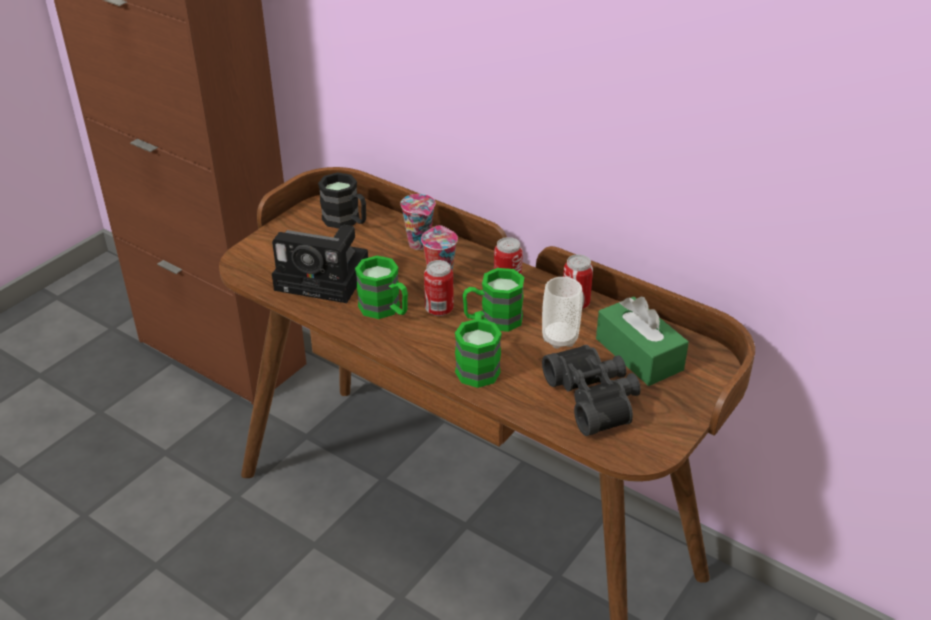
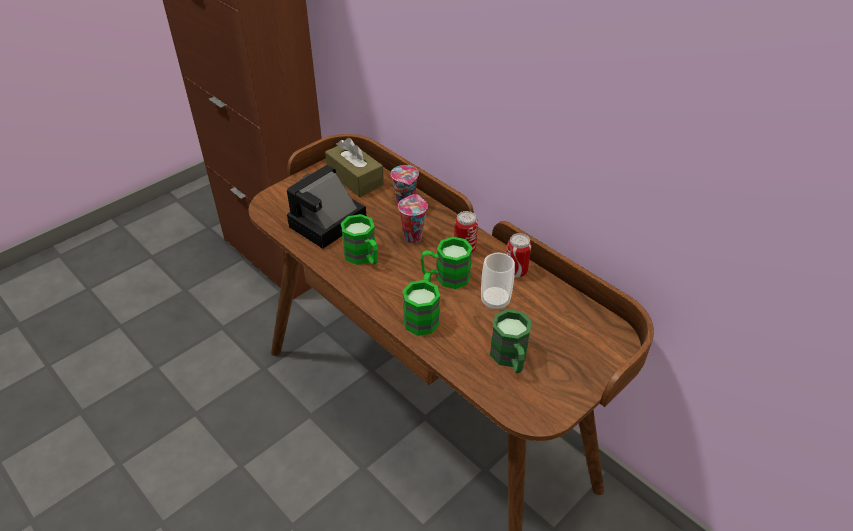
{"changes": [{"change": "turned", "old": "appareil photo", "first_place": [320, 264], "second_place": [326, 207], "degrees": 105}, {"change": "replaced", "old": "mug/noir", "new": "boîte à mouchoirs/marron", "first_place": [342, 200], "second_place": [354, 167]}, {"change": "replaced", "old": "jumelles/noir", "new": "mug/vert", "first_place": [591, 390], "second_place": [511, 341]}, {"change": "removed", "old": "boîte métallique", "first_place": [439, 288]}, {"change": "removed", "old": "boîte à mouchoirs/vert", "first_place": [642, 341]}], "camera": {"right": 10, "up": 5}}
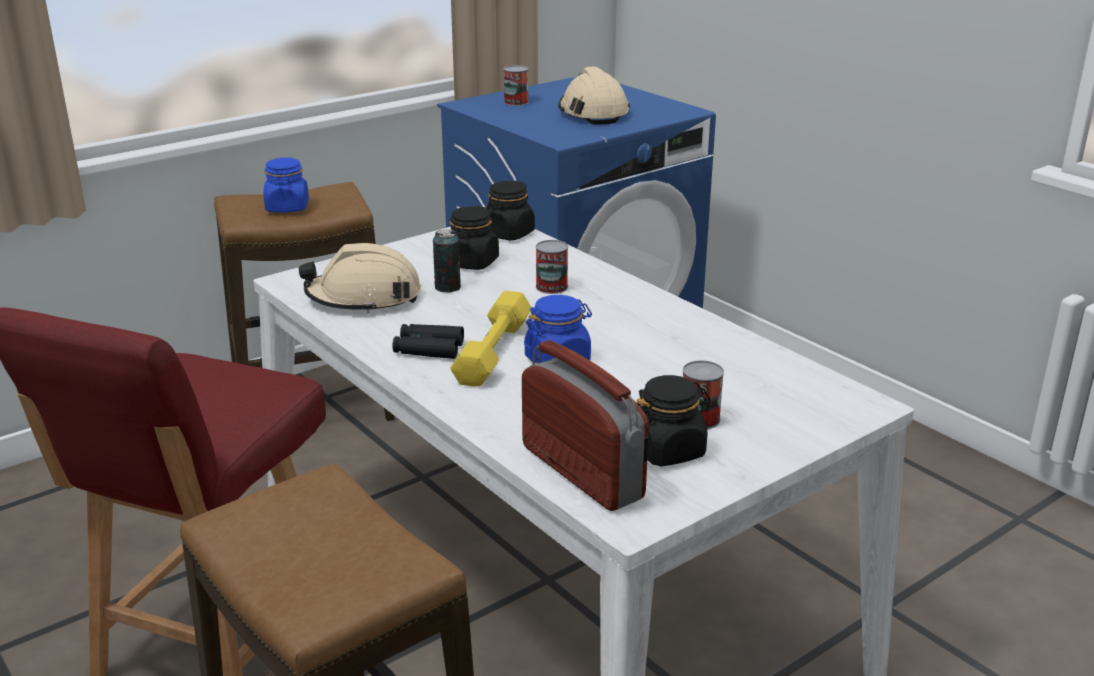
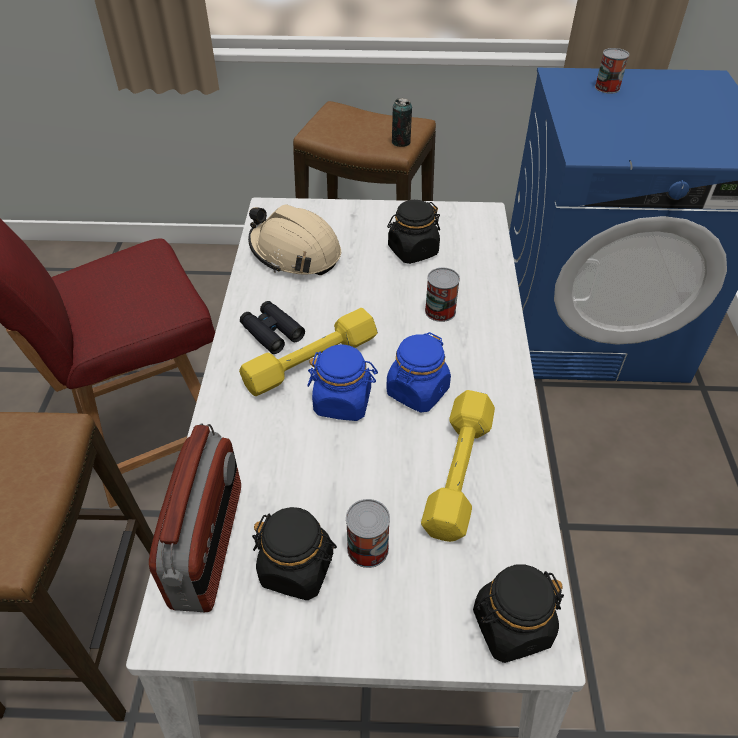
{"changes": [{"change": "moved", "old": "bocal/bleu", "first_place": [286, 184], "second_place": [418, 372]}, {"change": "moved", "old": "boîte métallique", "first_place": [447, 261], "second_place": [402, 122]}, {"change": "added", "new": "haltère/jaune", "second_place": [458, 466]}, {"change": "moved", "old": "bocal/noir", "first_place": [510, 210], "second_place": [518, 613]}, {"change": "removed", "old": "casque de chantier/beige", "first_place": [594, 96]}], "camera": {"right": 40, "up": 20}}
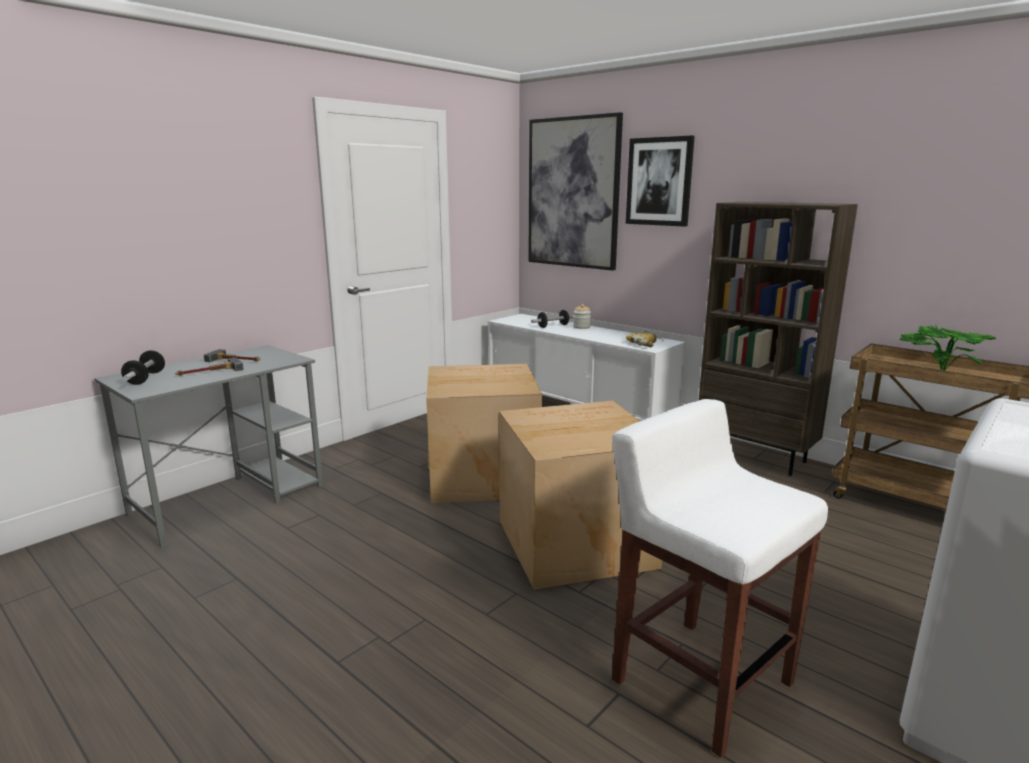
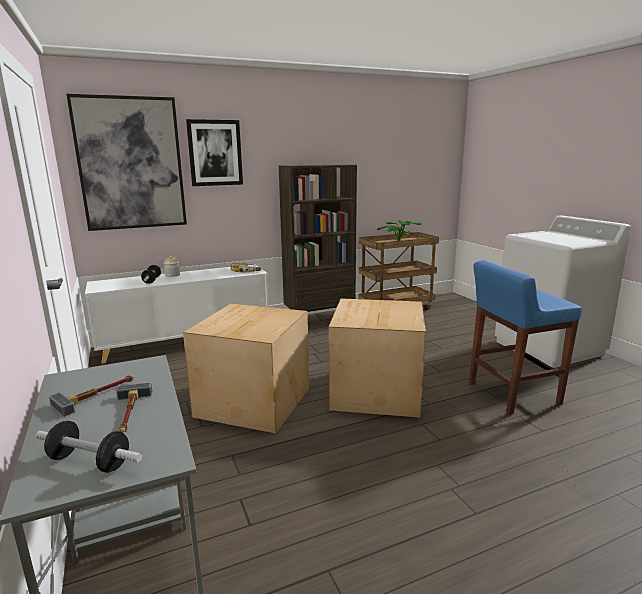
{"changes": [{"change": "recoloured", "old": "tabouret/blanc", "new": "tabouret/bleu", "first_place": [720, 578], "second_place": [525, 337]}], "camera": {"right": -65, "up": 0}}
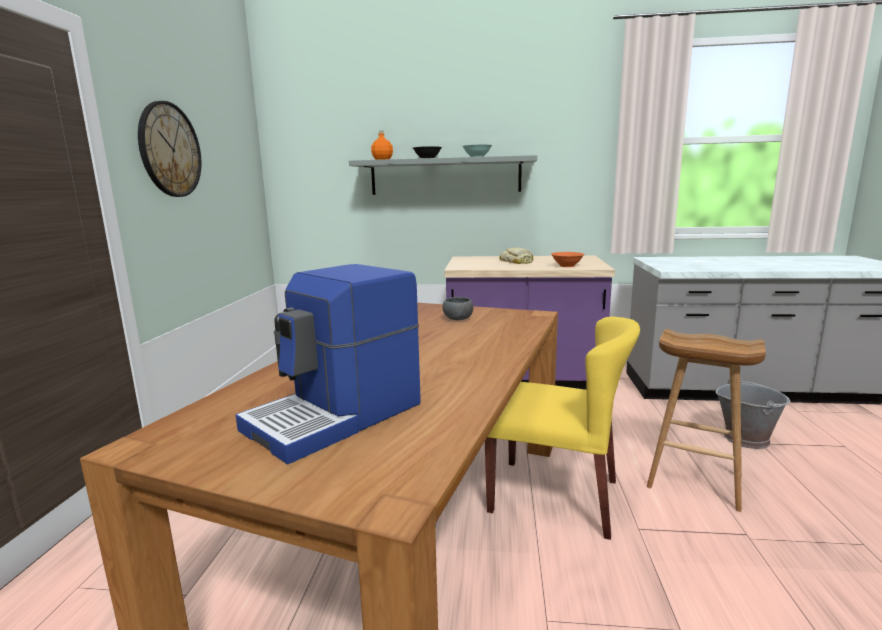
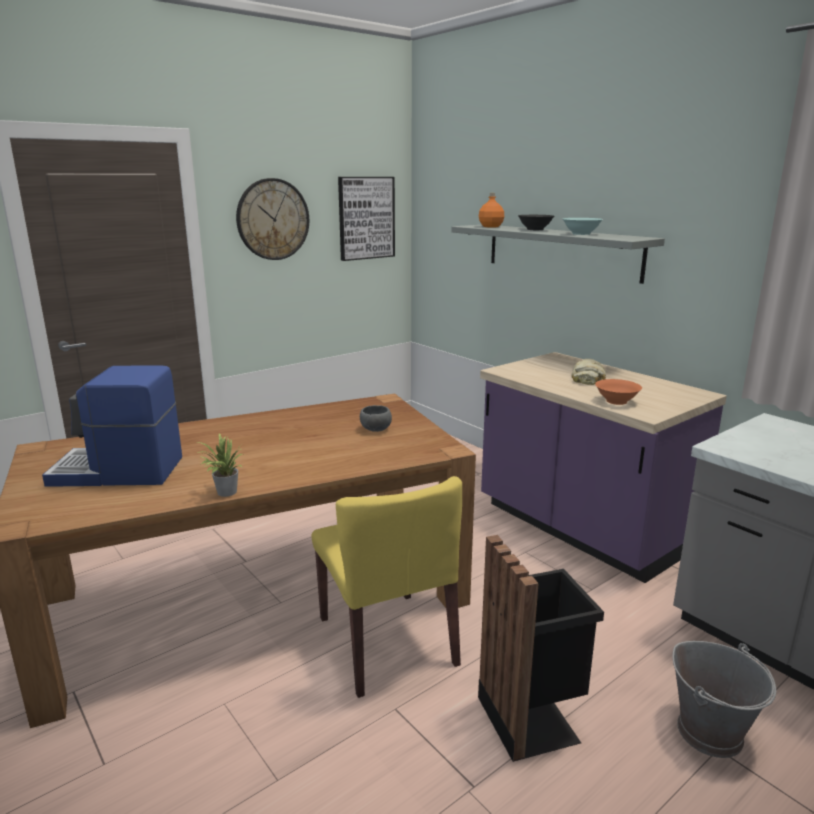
{"changes": [{"change": "added", "new": "plante en pot", "second_place": [219, 465]}, {"change": "added", "new": "tableau", "second_place": [366, 219]}, {"change": "replaced", "old": "tabouret/marron", "new": "poubelle/noir", "first_place": [706, 420], "second_place": [541, 648]}], "camera": {"right": 45, "up": 5}}
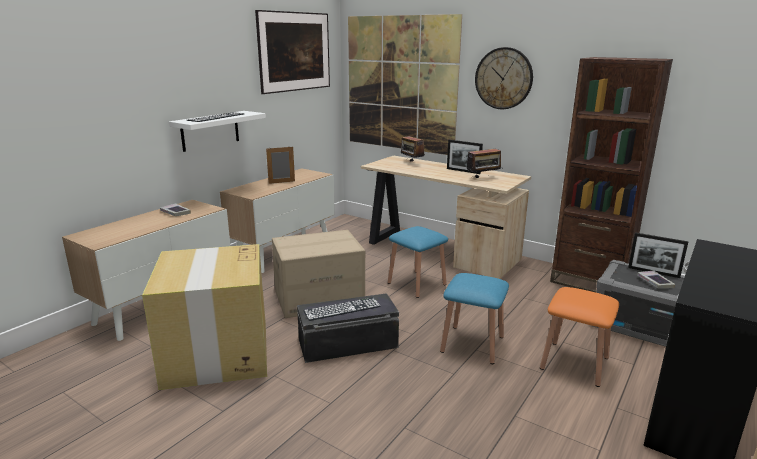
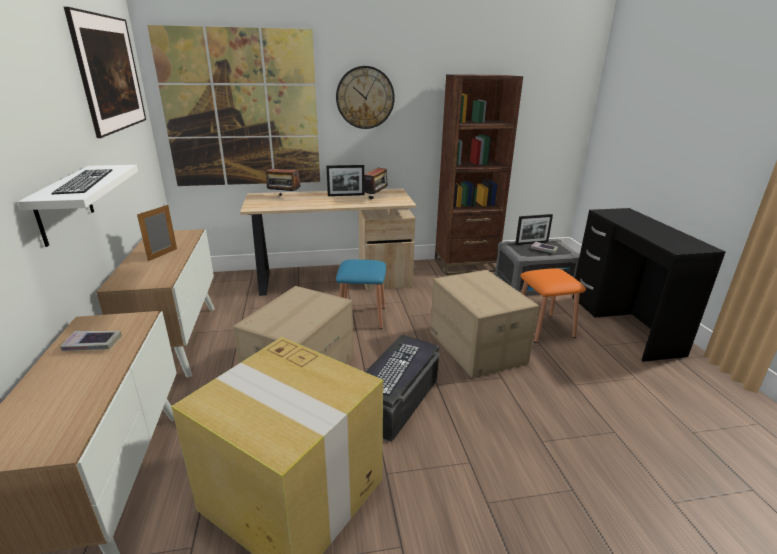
{"changes": [{"change": "replaced", "old": "tabouret/bleu", "new": "carton", "first_place": [474, 318], "second_place": [484, 324]}], "camera": {"right": -45, "up": 5}}
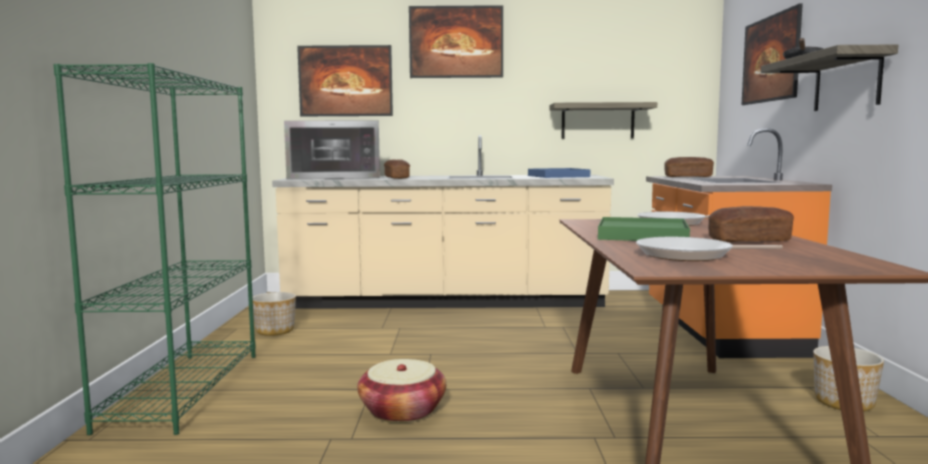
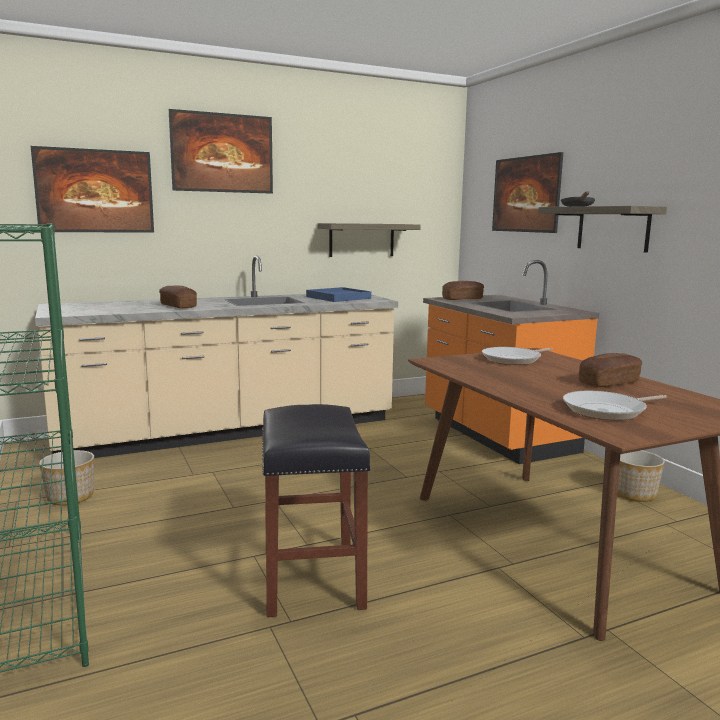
{"changes": [{"change": "replaced", "old": "panier", "new": "tabouret/noir", "first_place": [401, 391], "second_place": [316, 510]}, {"change": "removed", "old": "micro-ondes", "first_place": [332, 150]}, {"change": "removed", "old": "plateau/vert", "first_place": [644, 229]}], "camera": {"right": -25, "up": 5}}
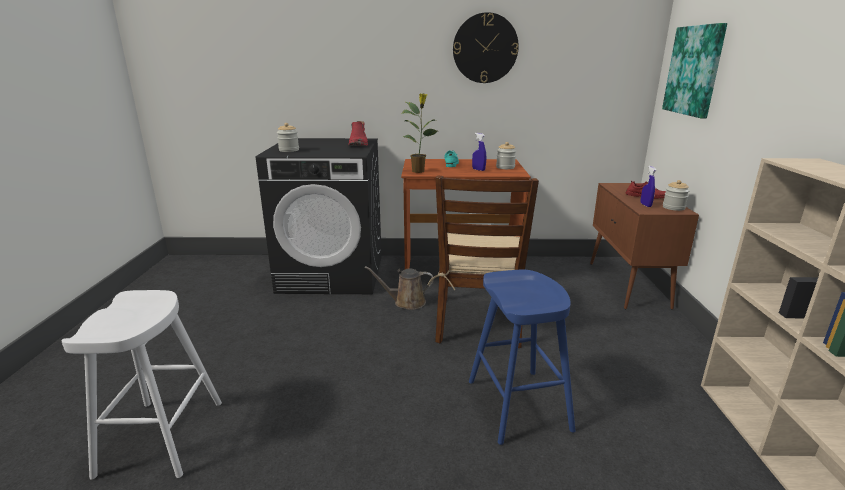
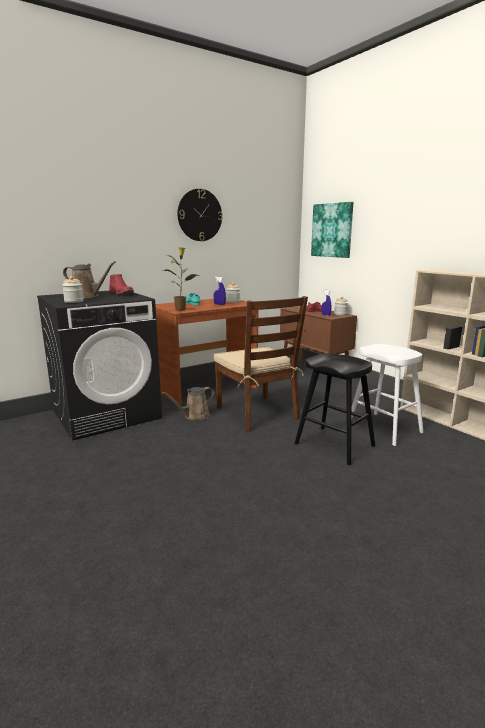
{"changes": [{"change": "added", "new": "arrosoir/marron", "second_place": [89, 279]}, {"change": "recoloured", "old": "tabouret/bleu", "new": "tabouret/noir", "first_place": [522, 357], "second_place": [335, 409]}, {"change": "moved", "old": "tabouret/blanc", "first_place": [142, 385], "second_place": [385, 395]}], "camera": {"right": -35, "up": -5}}
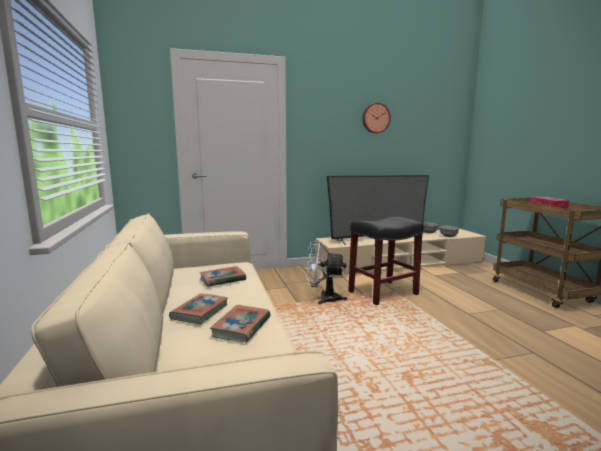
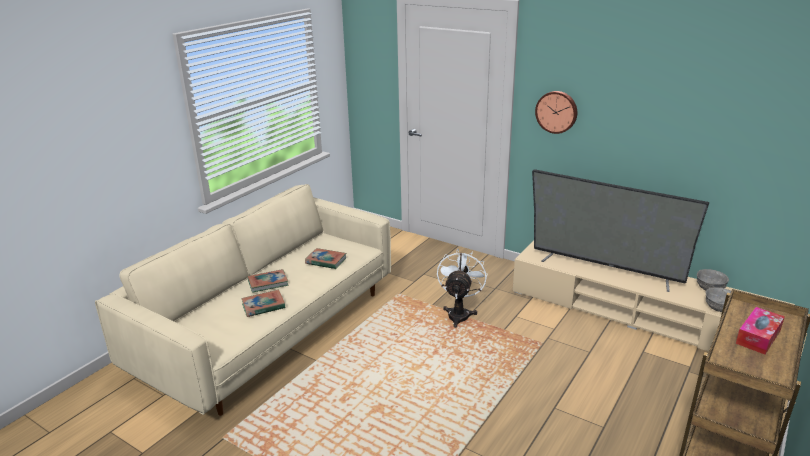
{"changes": [{"change": "turned", "old": "ventilateur/blanc", "first_place": [326, 272], "second_place": [462, 288], "degrees": 45}, {"change": "moved", "old": "horloge murale", "first_place": [376, 118], "second_place": [556, 112]}, {"change": "removed", "old": "tabouret/noir", "first_place": [386, 261]}], "camera": {"right": 50, "up": 15}}
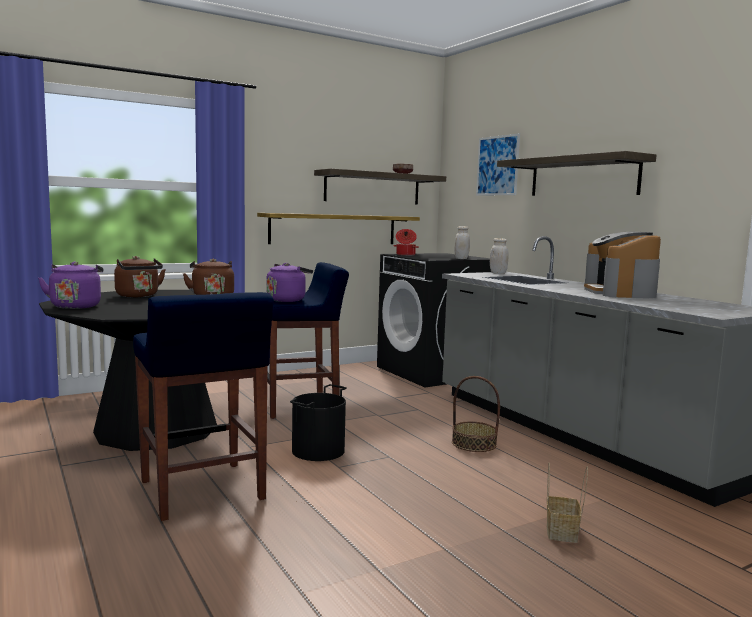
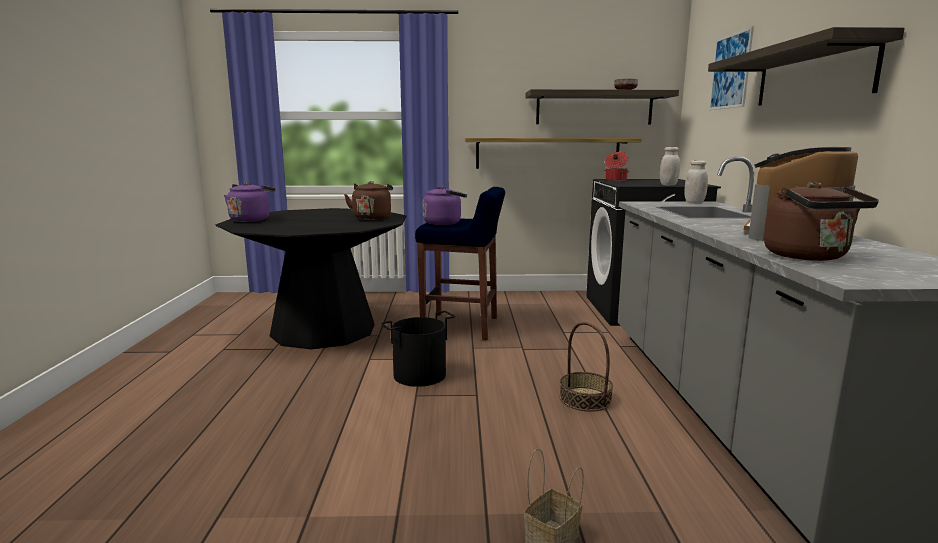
{"changes": [{"change": "moved", "old": "bouilloire/marron", "first_place": [140, 276], "second_place": [821, 221]}, {"change": "removed", "old": "tabouret/bleu", "first_place": [203, 406]}], "camera": {"right": 30, "up": 5}}
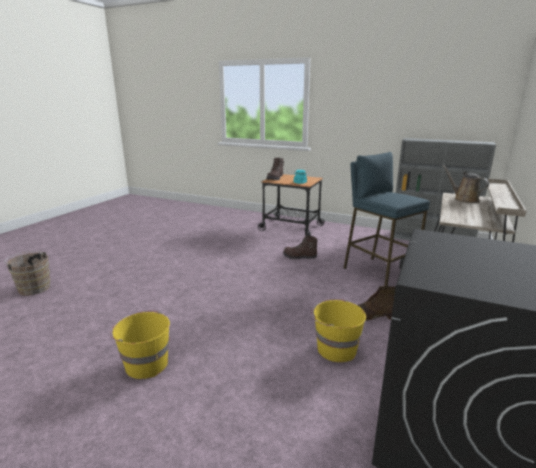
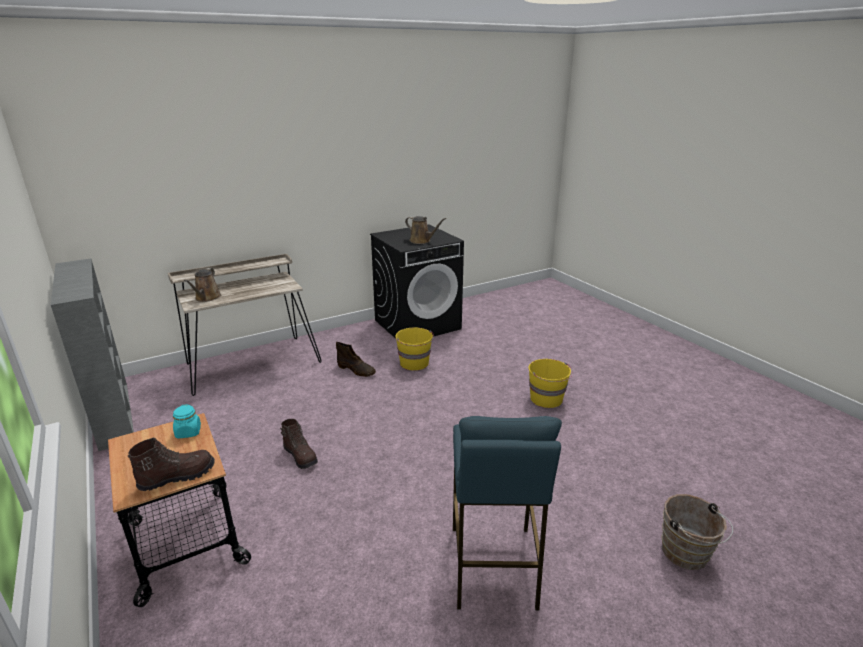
{"changes": [{"change": "added", "new": "arrosoir/marron", "second_place": [425, 230]}, {"change": "moved", "old": "tabouret/bleu", "first_place": [387, 219], "second_place": [507, 513]}], "camera": {"right": -145, "up": 5}}
